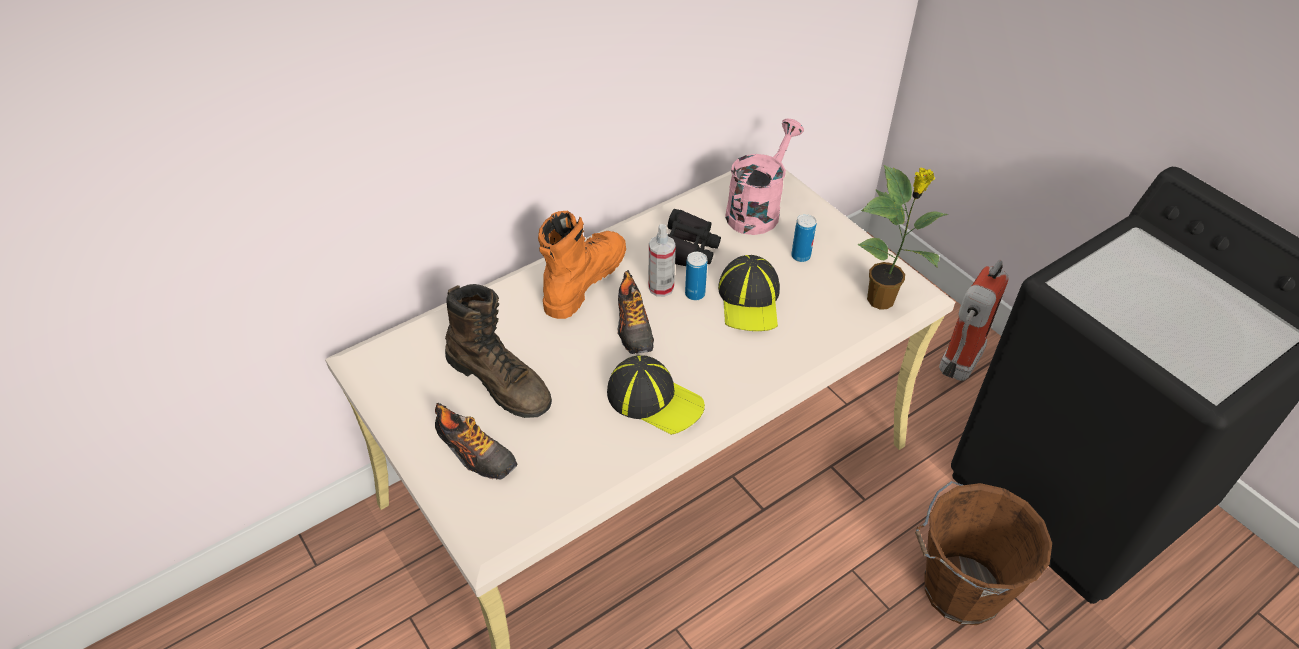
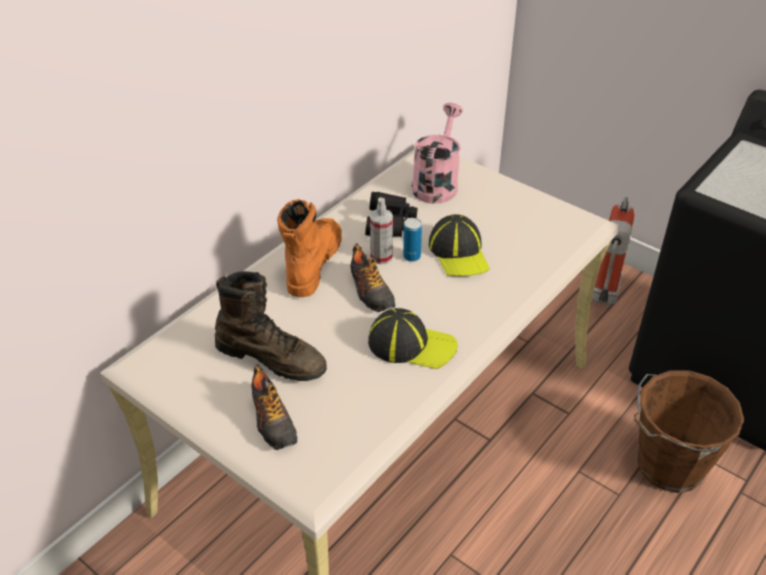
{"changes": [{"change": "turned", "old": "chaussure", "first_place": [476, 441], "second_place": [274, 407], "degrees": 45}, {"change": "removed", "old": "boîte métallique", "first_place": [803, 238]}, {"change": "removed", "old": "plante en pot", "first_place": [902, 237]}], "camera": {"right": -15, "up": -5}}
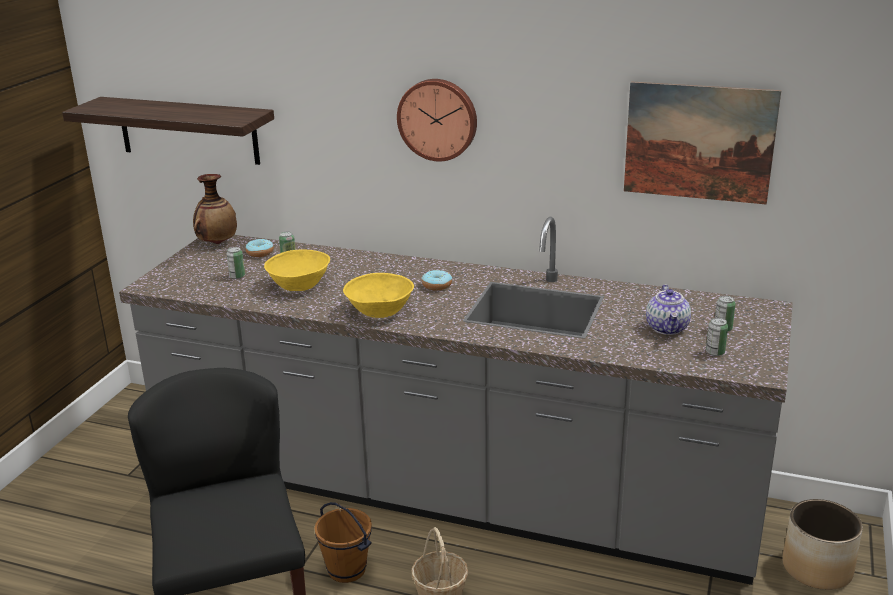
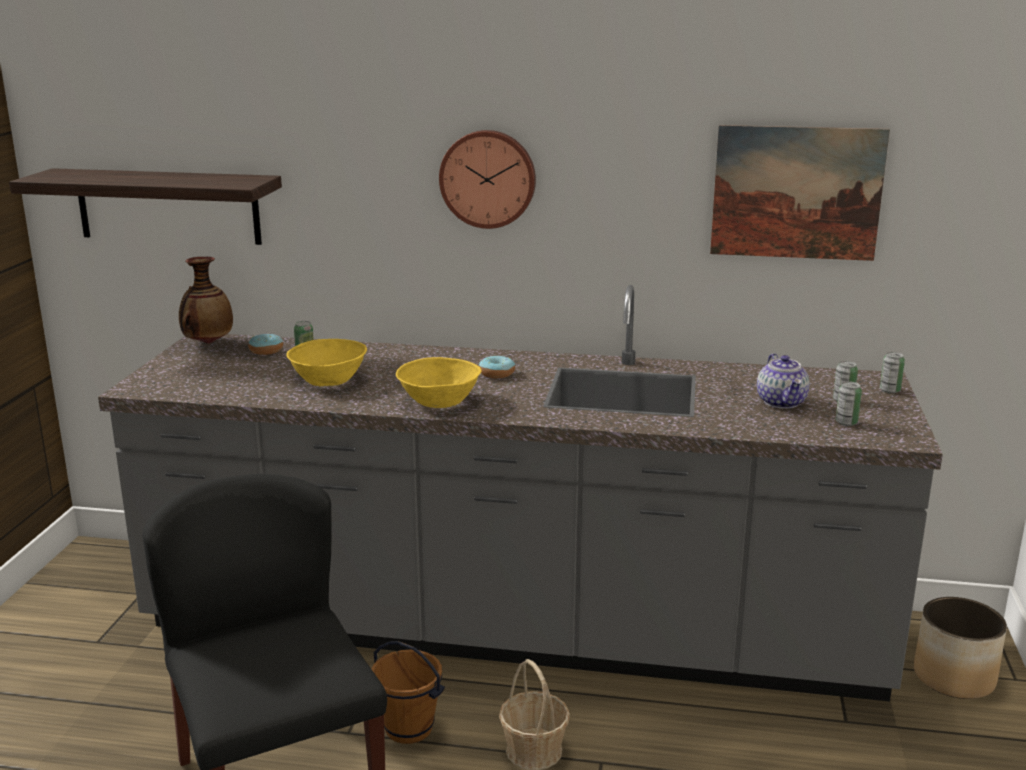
{"changes": [{"change": "moved", "old": "boîte métallique", "first_place": [235, 263], "second_place": [892, 372]}], "camera": {"right": -10, "up": -5}}
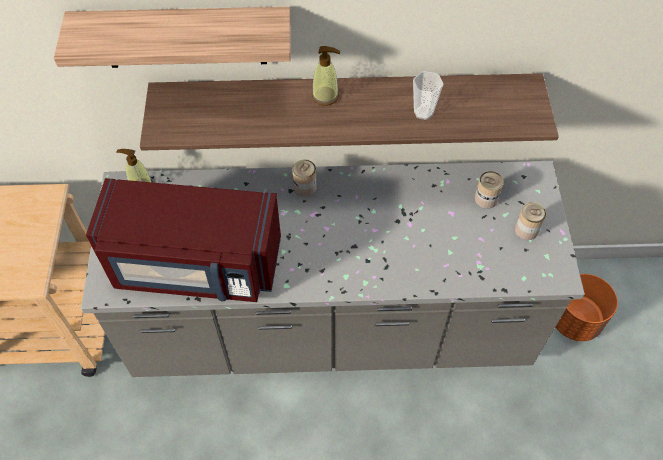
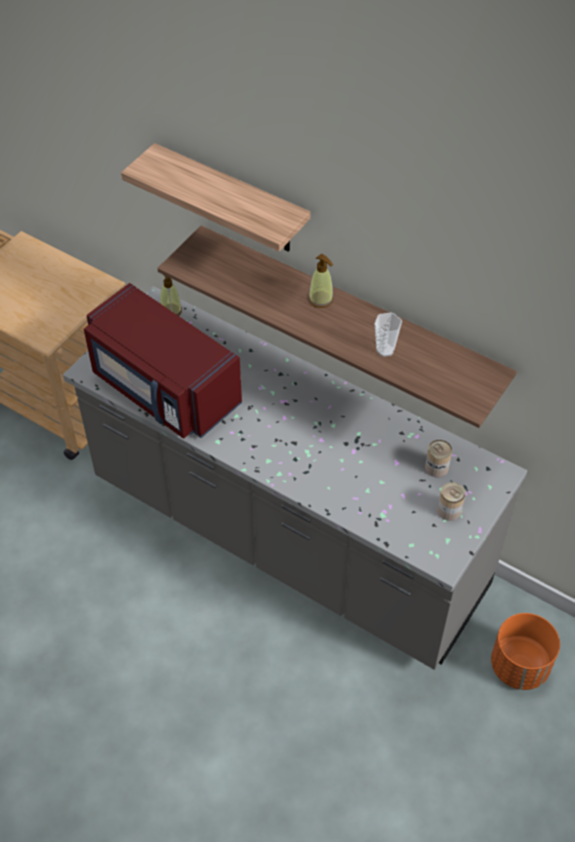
{"changes": [{"change": "removed", "old": "boîte métallique", "first_place": [304, 178]}], "camera": {"right": 35, "up": -5}}
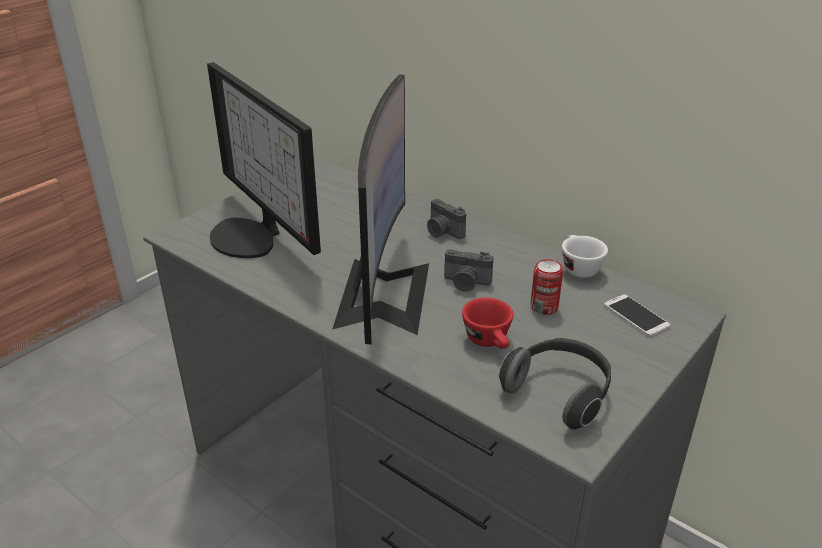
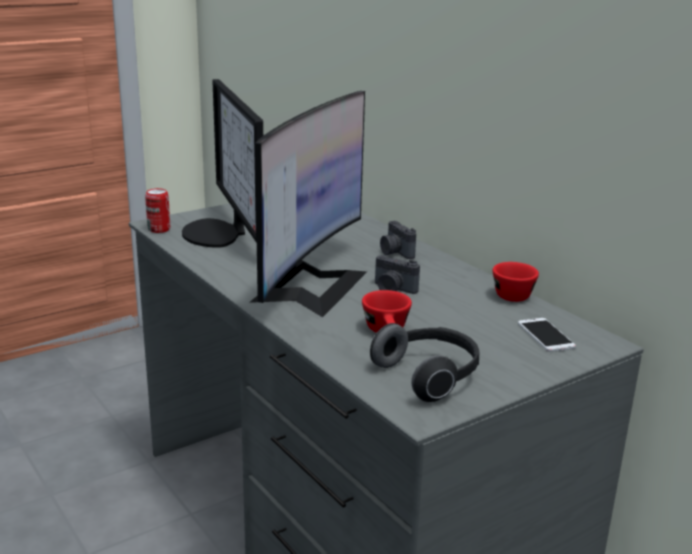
{"changes": [{"change": "moved", "old": "boîte métallique", "first_place": [547, 287], "second_place": [157, 210]}, {"change": "recoloured", "old": "tasse/blanc", "new": "tasse/rouge", "first_place": [585, 256], "second_place": [516, 282]}], "camera": {"right": 15, "up": -10}}
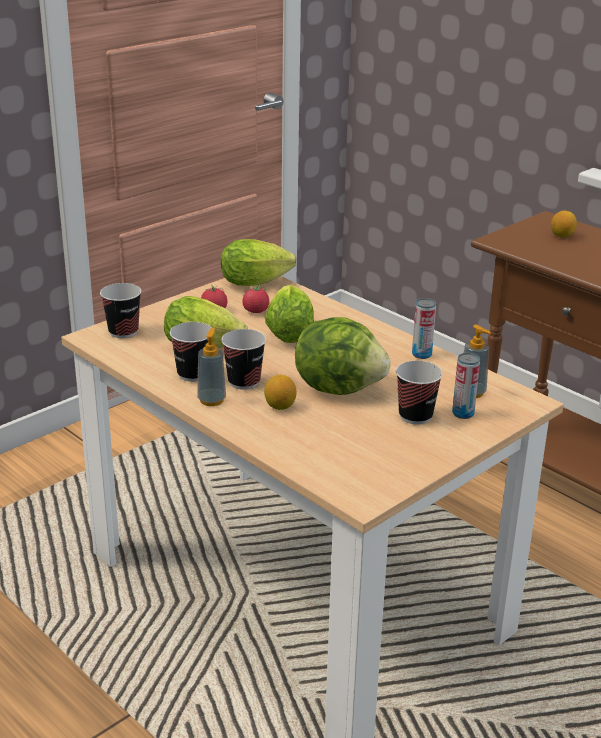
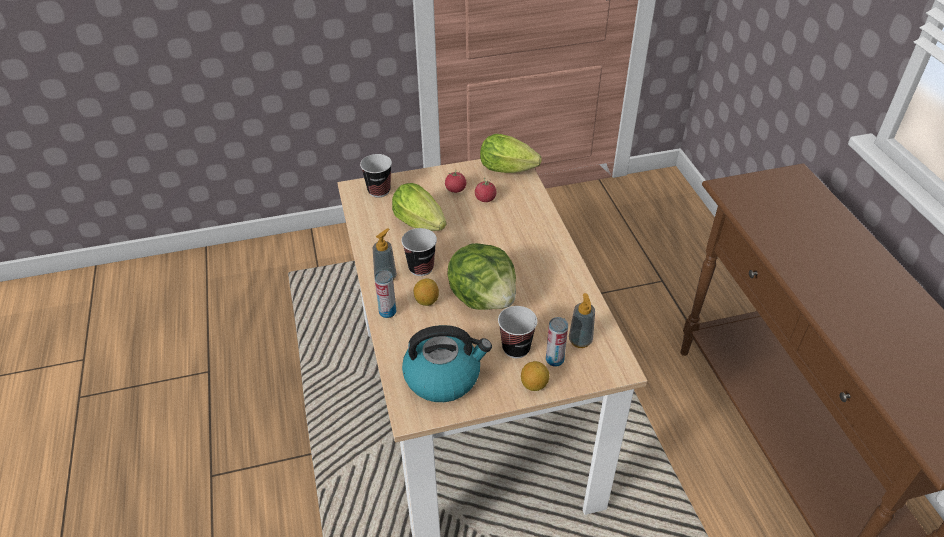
{"changes": [{"change": "moved", "old": "boîte métallique", "first_place": [424, 328], "second_place": [385, 294]}, {"change": "added", "new": "bouilloire", "second_place": [447, 363]}, {"change": "moved", "old": "citron", "first_place": [564, 223], "second_place": [535, 376]}, {"change": "removed", "old": "tasse", "first_place": [191, 352]}, {"change": "removed", "old": "laitue", "first_place": [289, 314]}], "camera": {"right": 30, "up": 15}}
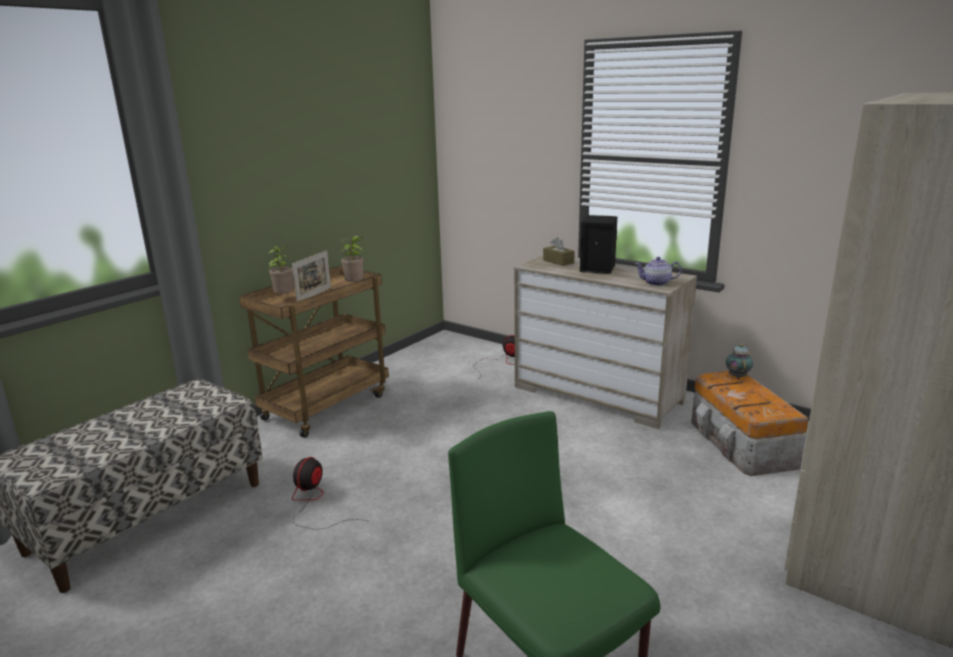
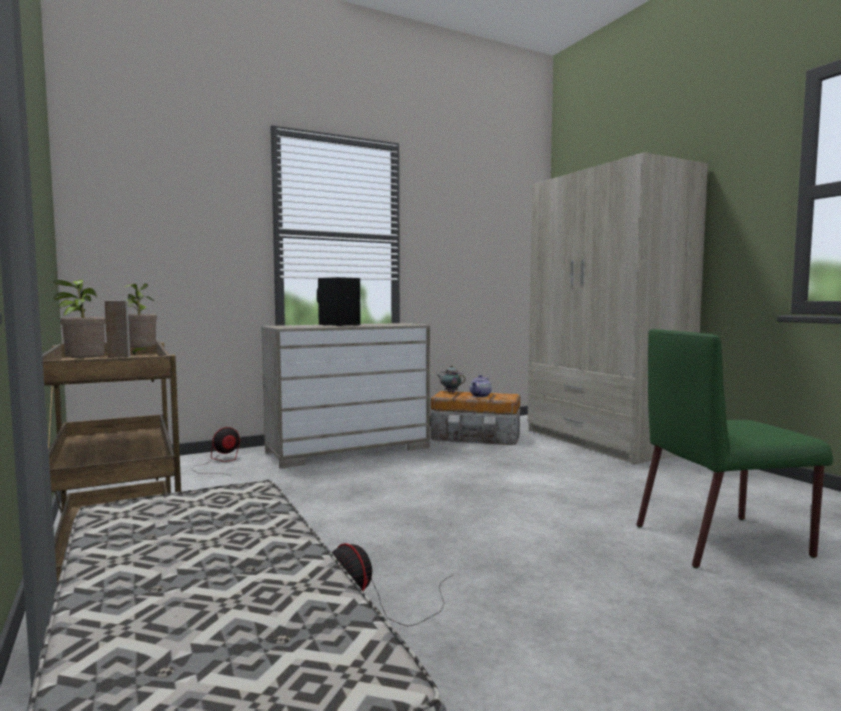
{"changes": [{"change": "moved", "old": "théière", "first_place": [658, 271], "second_place": [481, 386]}, {"change": "removed", "old": "boîte à mouchoirs/marron", "first_place": [559, 251]}], "camera": {"right": -65, "up": -15}}
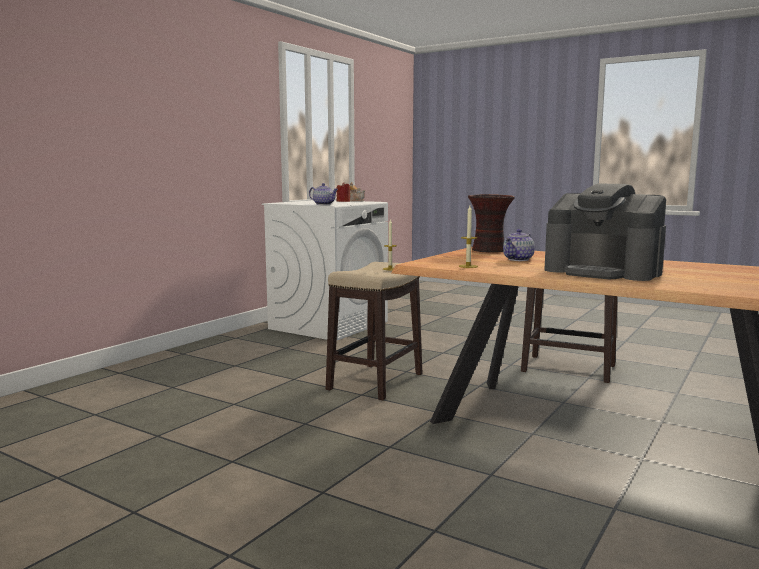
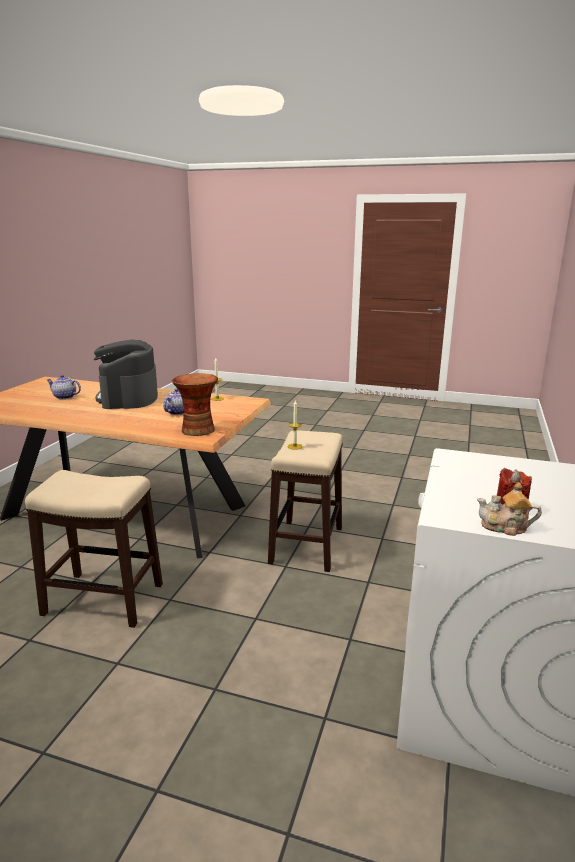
{"changes": [{"change": "moved", "old": "théière", "first_place": [323, 194], "second_place": [64, 387]}, {"change": "turned", "old": "machine à café", "first_place": [605, 232], "second_place": [126, 374], "degrees": -120}], "camera": {"right": 165, "up": 10}}
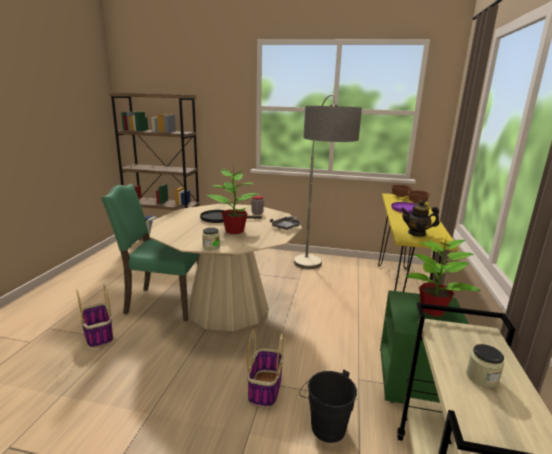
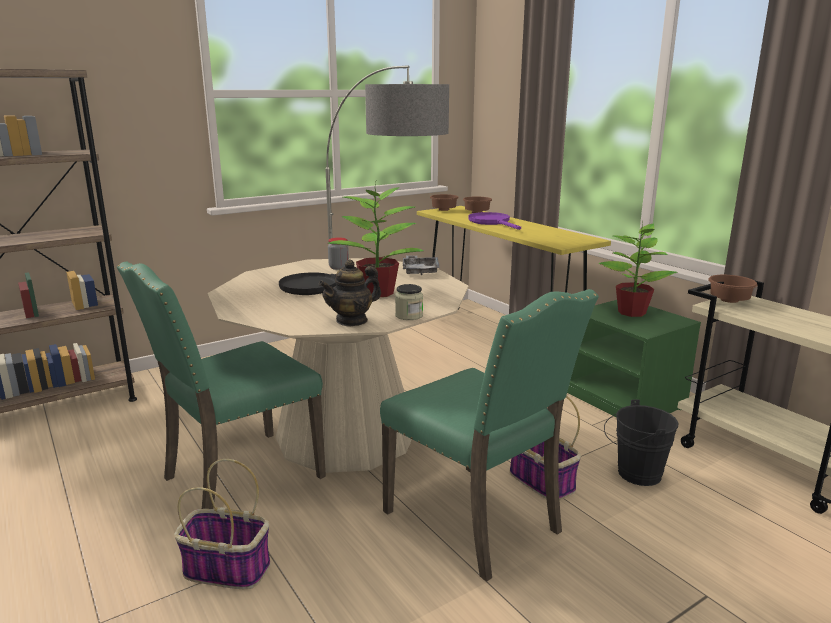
{"changes": [{"change": "moved", "old": "théière", "first_place": [420, 218], "second_place": [350, 293]}, {"change": "added", "new": "chaise/vert", "second_place": [489, 435]}, {"change": "added", "new": "bol/marron", "second_place": [732, 289]}, {"change": "removed", "old": "bocal", "first_place": [485, 366]}], "camera": {"right": -45, "up": 0}}
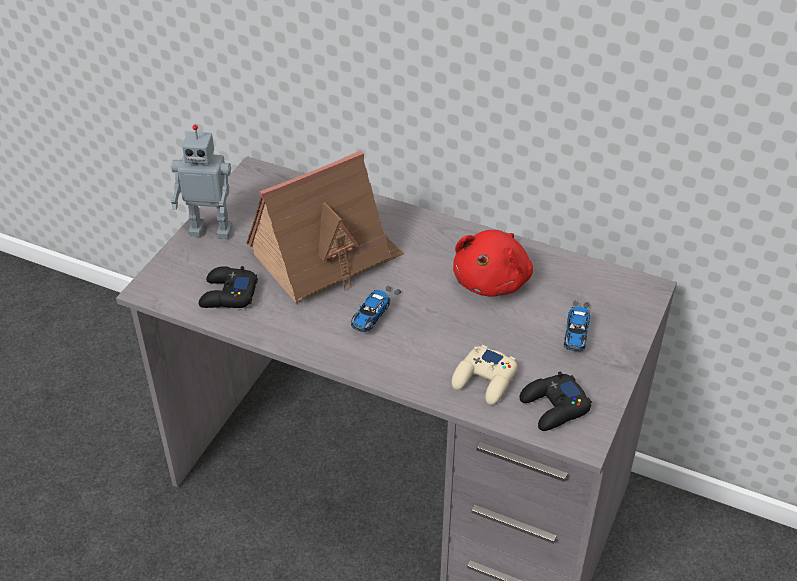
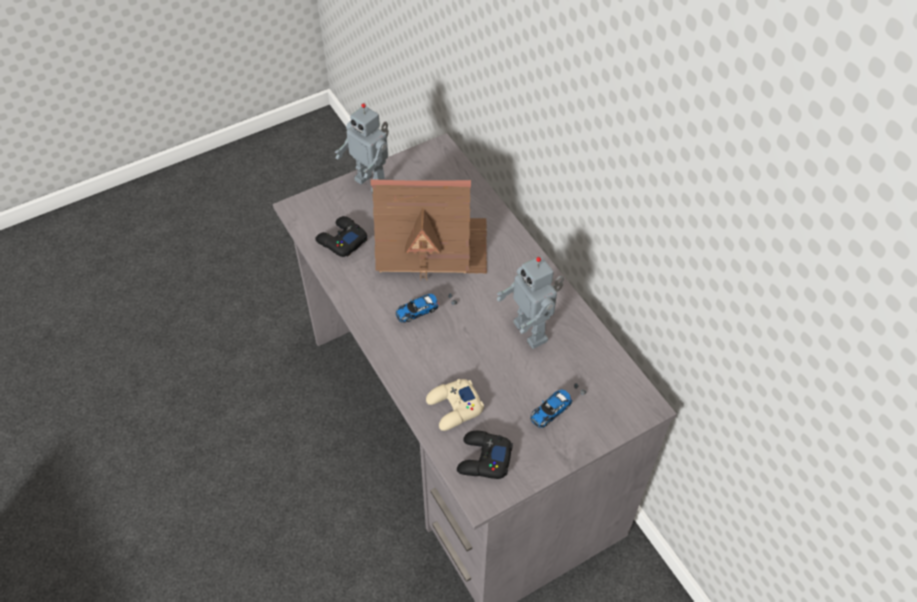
{"changes": [{"change": "replaced", "old": "peluche/rouge", "new": "robot jouet", "first_place": [493, 263], "second_place": [530, 302]}], "camera": {"right": 35, "up": 10}}
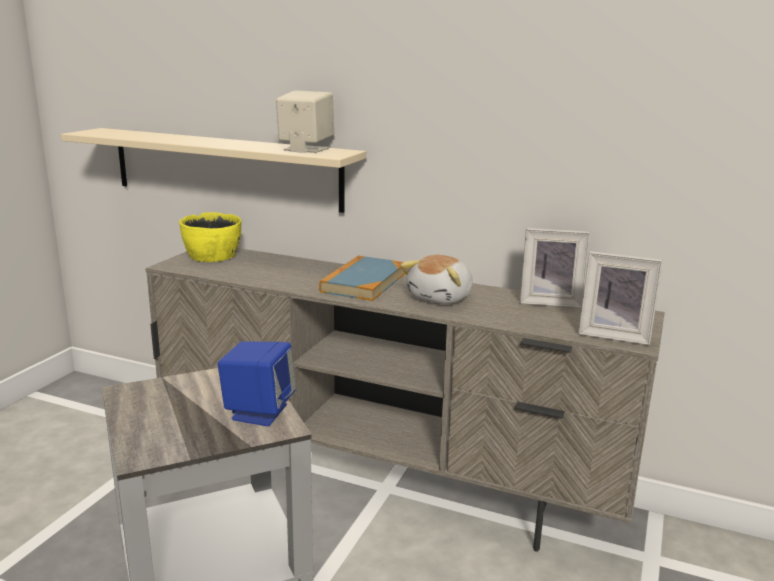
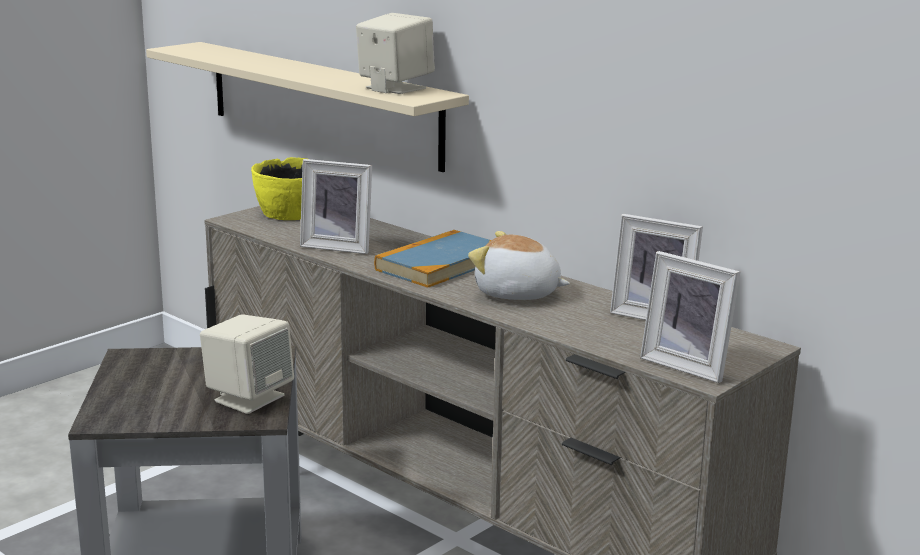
{"changes": [{"change": "recoloured", "old": "enceinte/bleu", "new": "enceinte/beige", "first_place": [257, 384], "second_place": [247, 364]}, {"change": "added", "new": "cadre photo", "second_place": [336, 206]}, {"change": "turned", "old": "peluche", "first_place": [436, 279], "second_place": [519, 265], "degrees": 60}], "camera": {"right": 20, "up": 0}}
